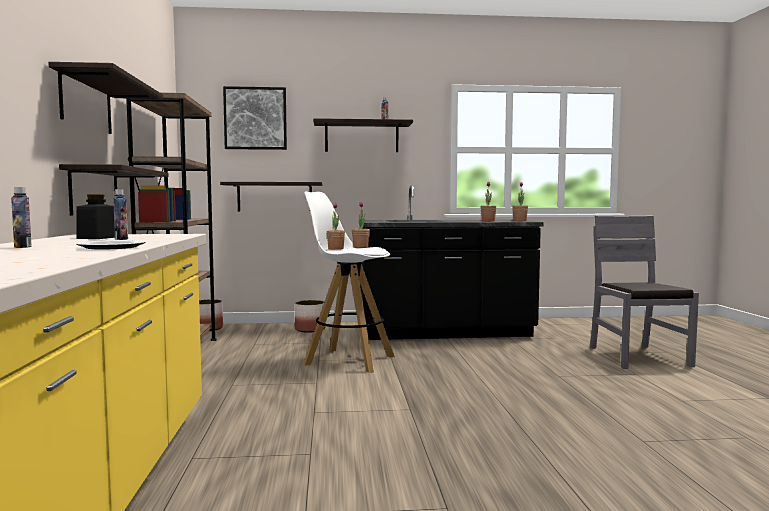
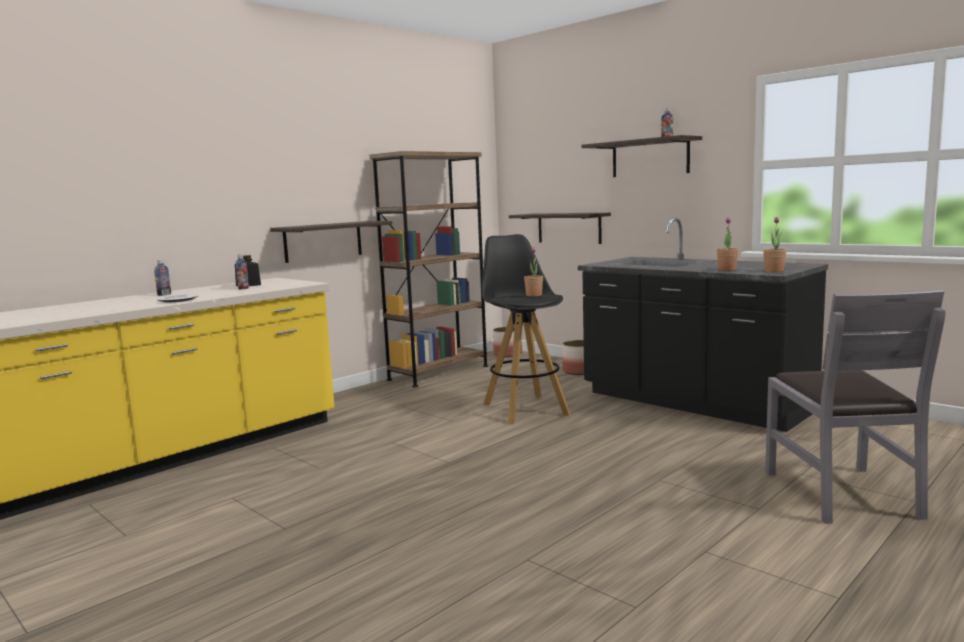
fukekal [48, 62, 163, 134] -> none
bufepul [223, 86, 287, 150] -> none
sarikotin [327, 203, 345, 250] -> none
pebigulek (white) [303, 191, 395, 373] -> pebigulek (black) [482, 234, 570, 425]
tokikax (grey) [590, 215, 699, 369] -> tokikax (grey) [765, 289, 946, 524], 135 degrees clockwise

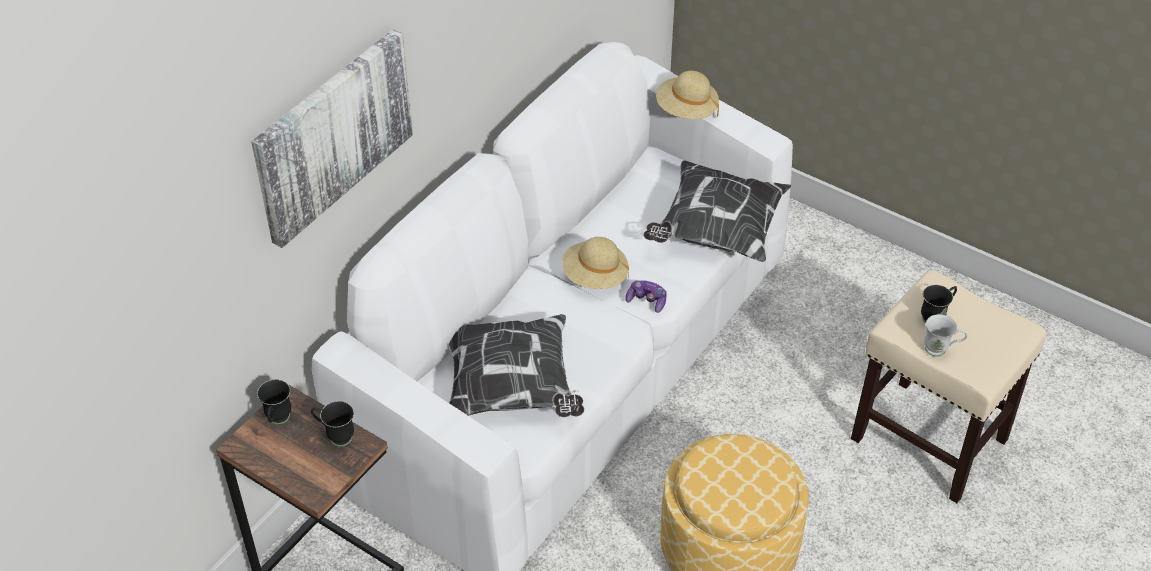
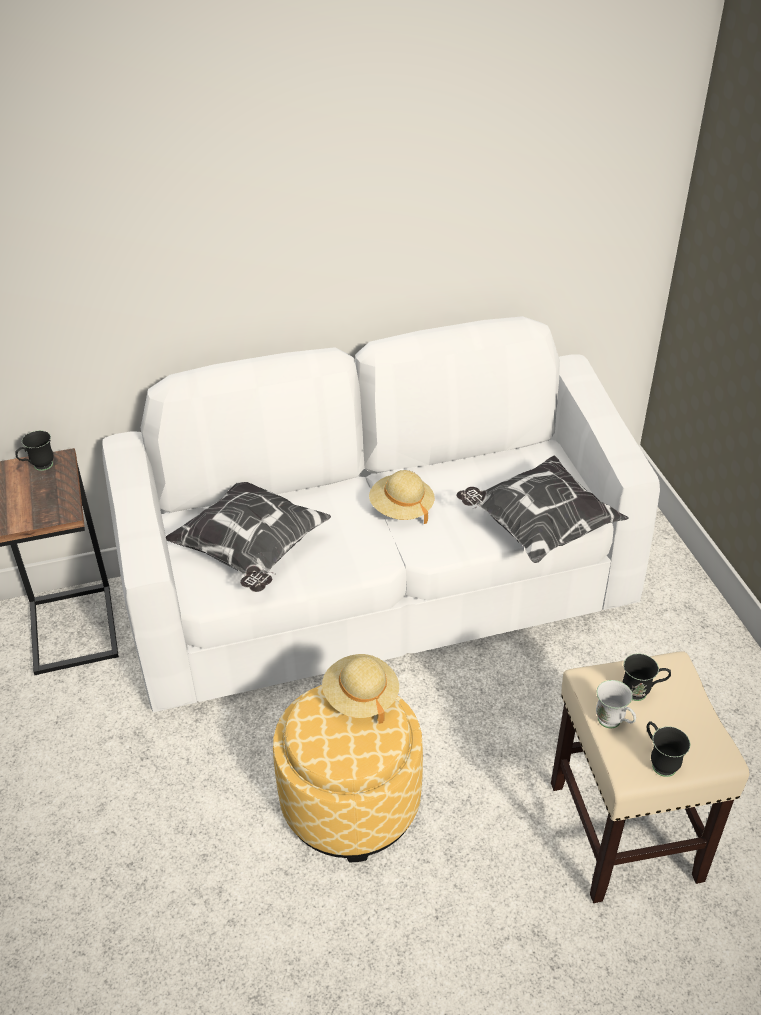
bufepul [251, 29, 413, 248] -> none
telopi [625, 280, 667, 313] -> none
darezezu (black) [311, 401, 354, 446] -> darezezu (black) [647, 721, 690, 777], move
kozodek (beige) [656, 71, 719, 119] -> kozodek (beige) [322, 654, 399, 724], move

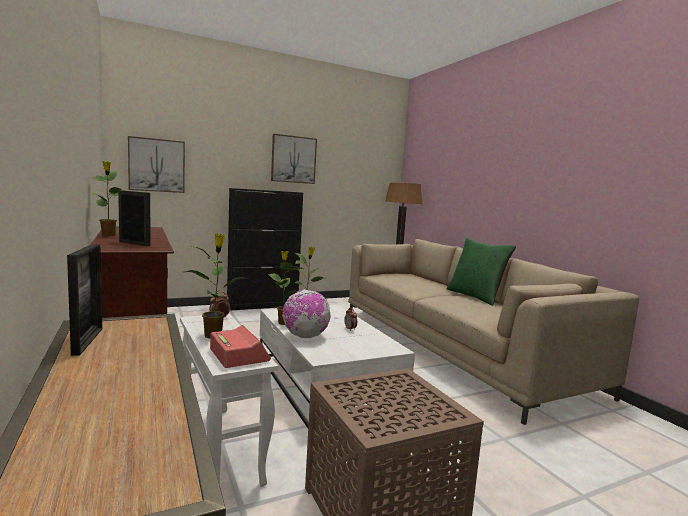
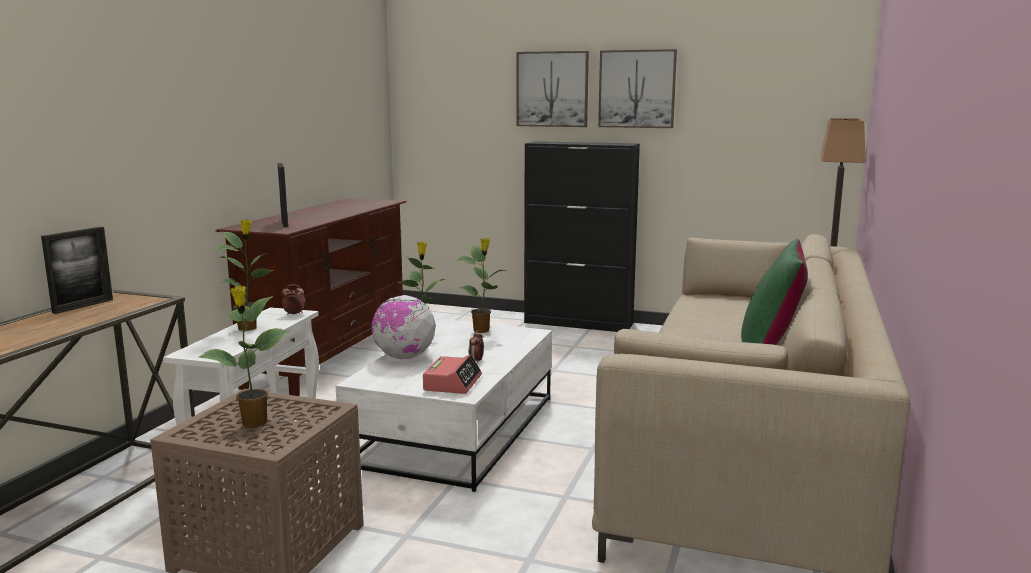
sarikotin [92, 161, 124, 236] -> sarikotin [198, 286, 290, 428], move
bufepul [128, 136, 185, 193] -> bufepul [517, 51, 589, 127], move
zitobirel [210, 325, 271, 368] -> zitobirel [423, 355, 482, 394], move

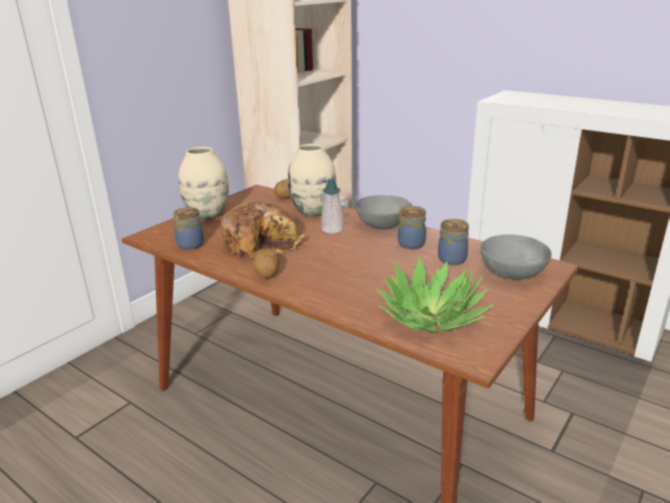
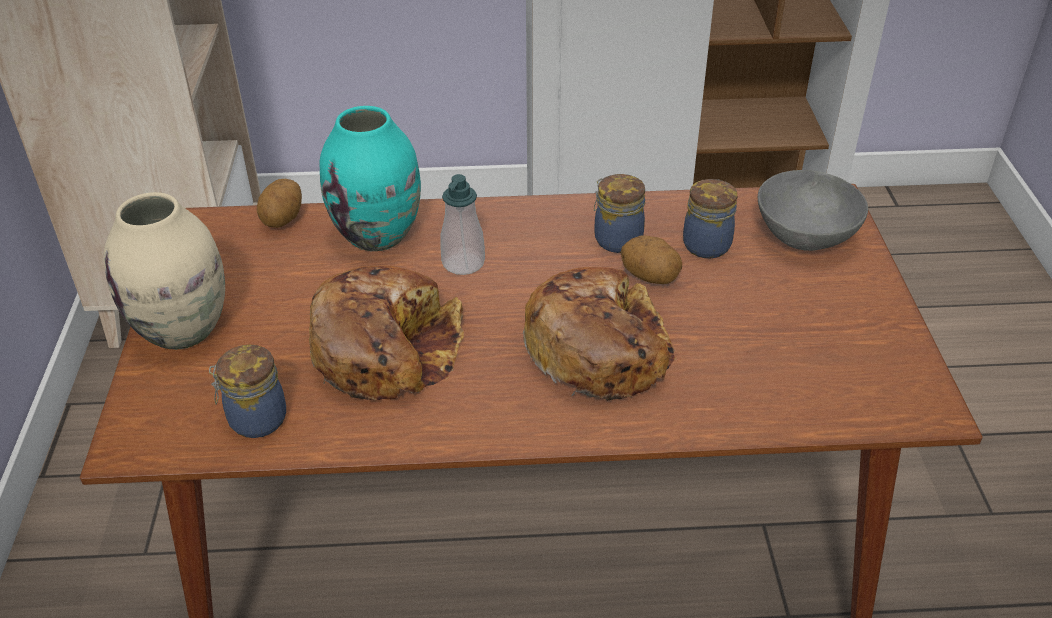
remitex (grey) [355, 195, 412, 230] -> none
sarikotin [377, 256, 494, 333] -> none
none -> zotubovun [523, 267, 676, 401]
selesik [253, 248, 280, 278] -> selesik [620, 235, 682, 284], move
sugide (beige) [288, 144, 336, 217] -> sugide (turquoise) [320, 106, 421, 251]

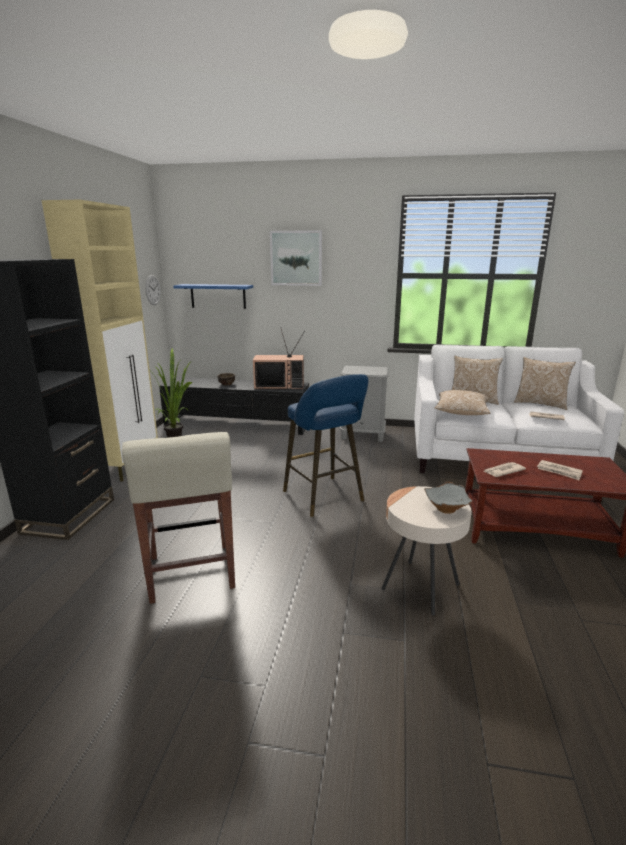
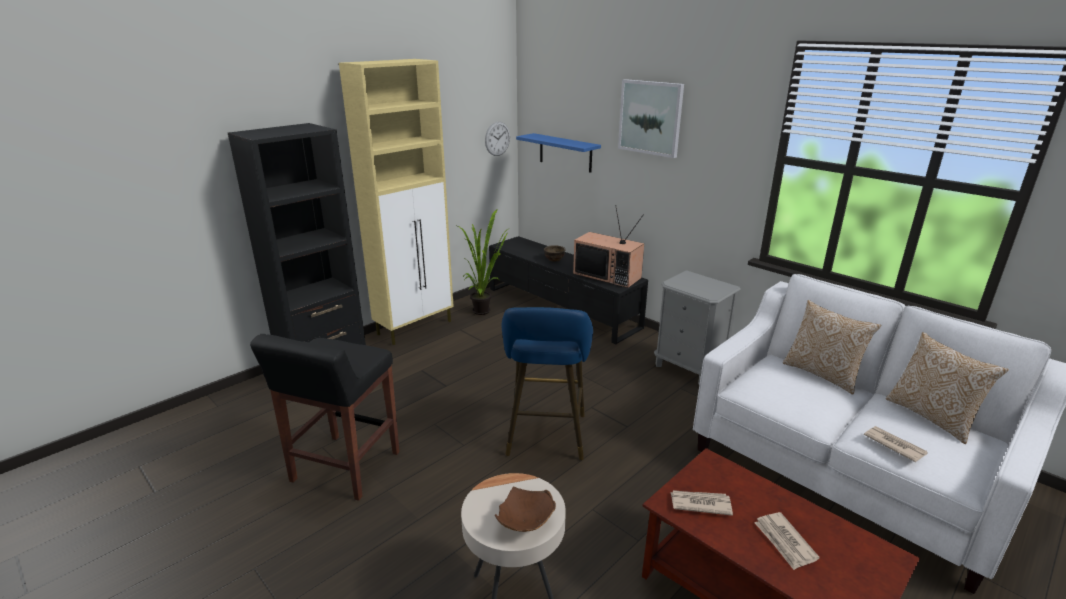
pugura [435, 390, 491, 415] -> none
pebigulek (beige) [122, 432, 235, 604] -> pebigulek (black) [250, 334, 400, 501]
remitex (grey) [424, 482, 473, 514] -> remitex (brown) [495, 487, 556, 532]

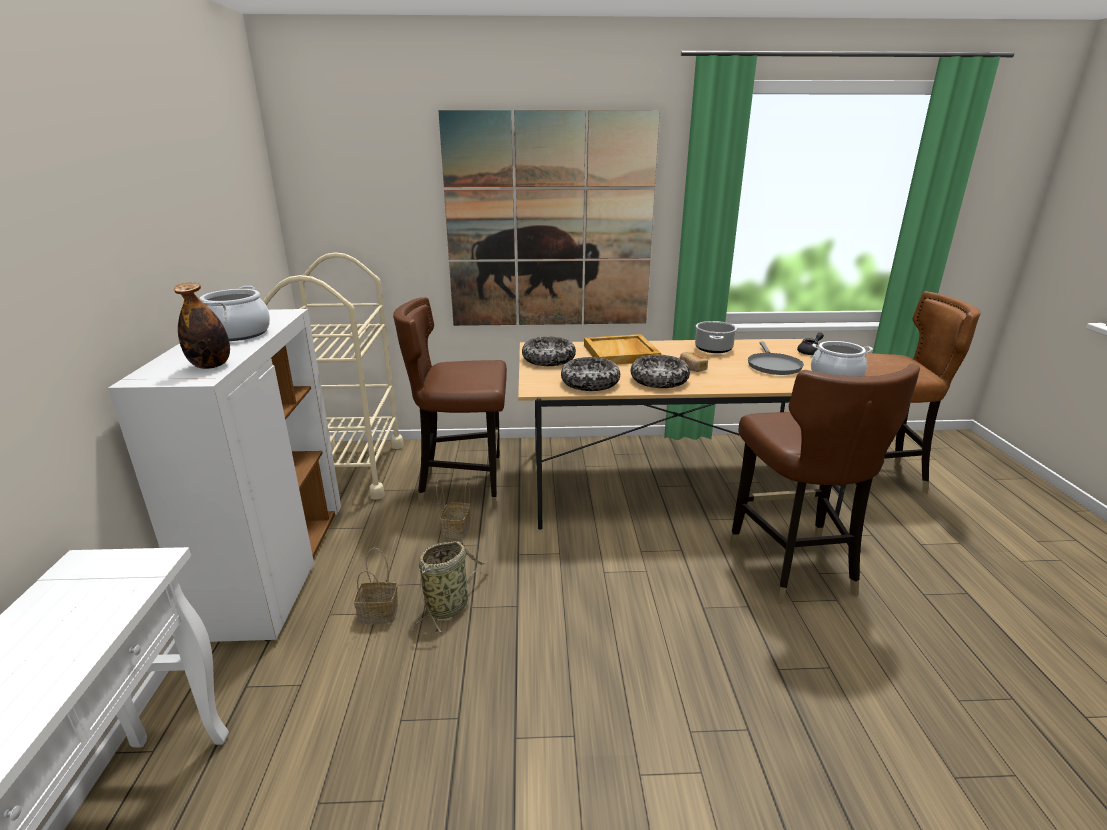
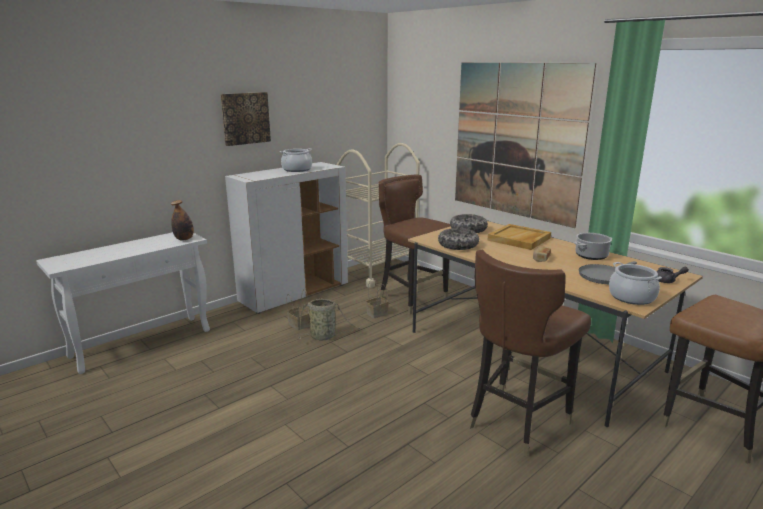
remitex [631, 355, 690, 388] -> none
none -> bufepul [220, 92, 271, 146]
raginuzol [174, 283, 230, 369] -> raginuzol [171, 200, 194, 241], move

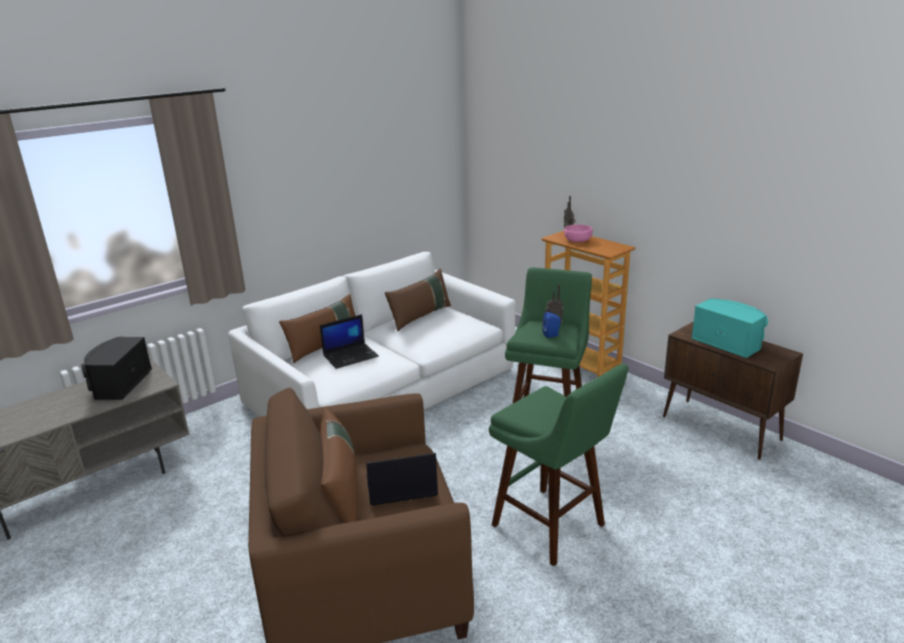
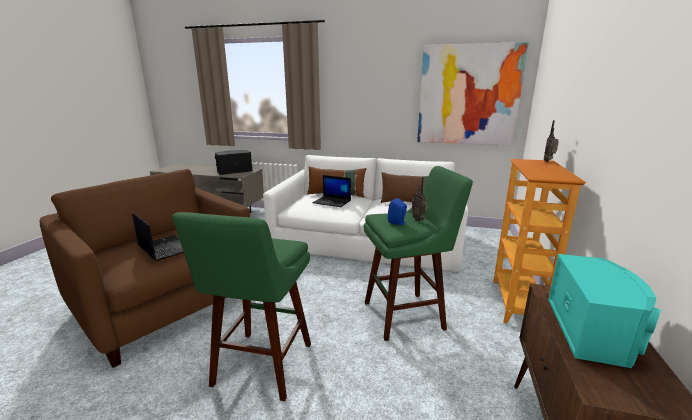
pugura (brown) [320, 408, 358, 523] -> none
remitex (pink) [564, 225, 593, 242] -> none
none -> bufepul [417, 42, 529, 145]

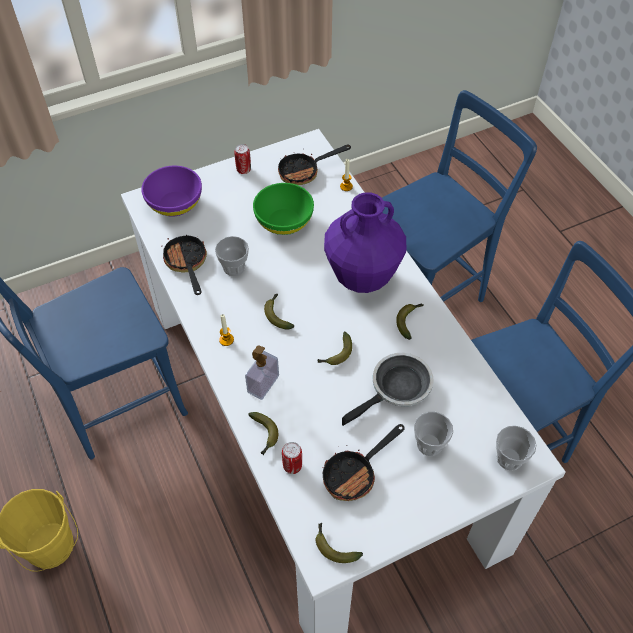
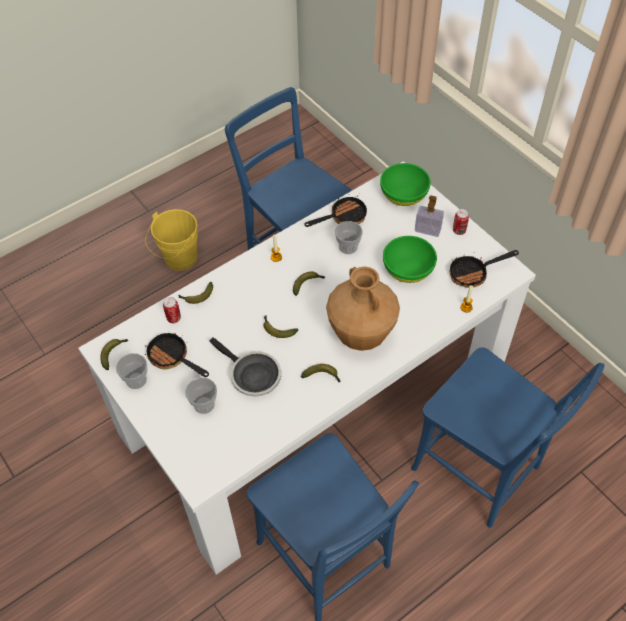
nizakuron [245, 346, 279, 400] -> nizakuron [415, 195, 444, 237], move
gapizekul [496, 426, 537, 470] -> gapizekul [116, 353, 147, 389], move
remitex (purple) [141, 166, 202, 217] -> remitex (green) [380, 163, 431, 206]
sugide (purple) [324, 192, 406, 293] -> sugide (brown) [326, 266, 400, 351]
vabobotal [278, 145, 351, 185] -> vabobotal [449, 250, 519, 288], 75 degrees counterclockwise

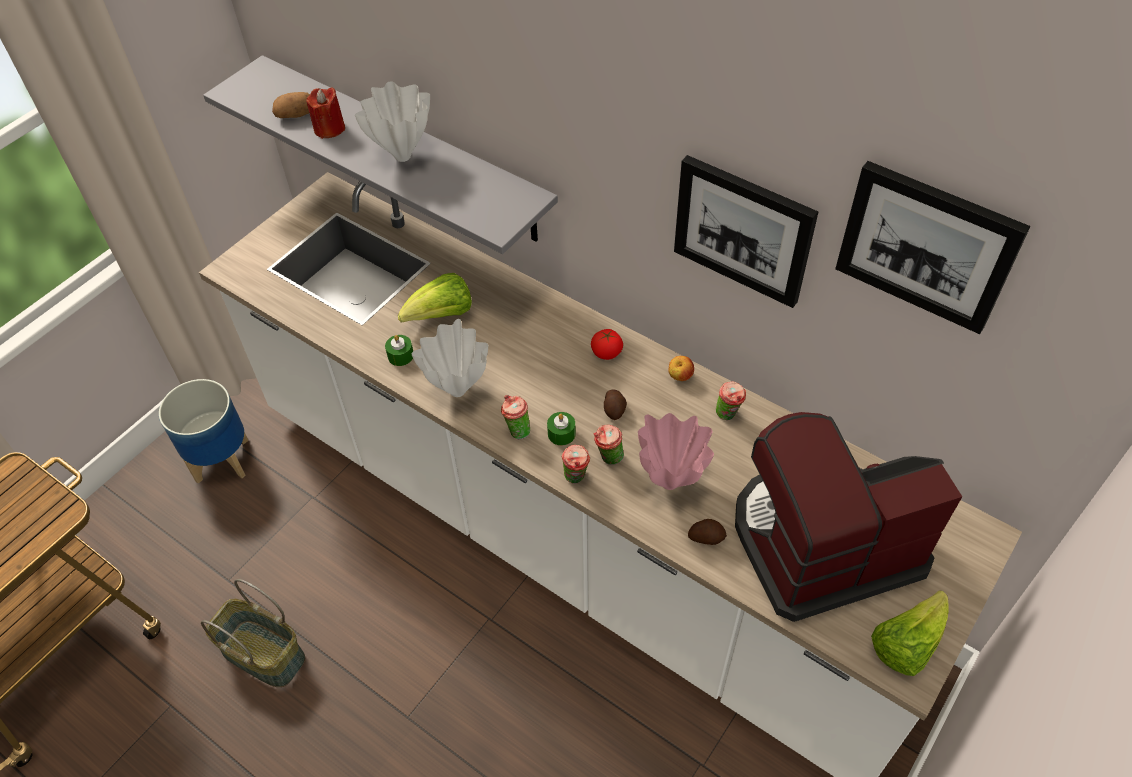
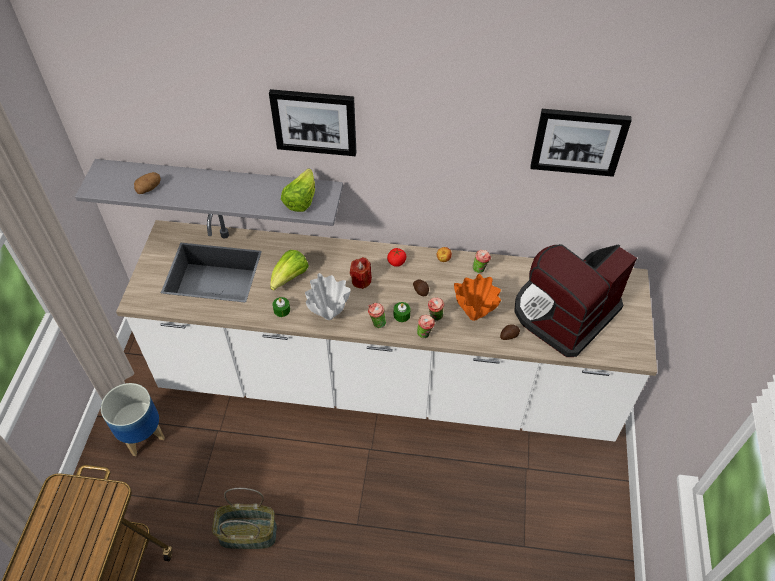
sugide (white) [355, 81, 430, 162] -> none
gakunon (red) [306, 87, 345, 139] -> gakunon (red) [350, 257, 372, 289], move
bufepul [674, 155, 818, 308] -> bufepul [269, 89, 357, 156], move
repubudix [871, 591, 949, 676] -> repubudix [281, 168, 315, 212], move
sugide (pink) [638, 413, 714, 490] -> sugide (orange) [454, 274, 501, 321]

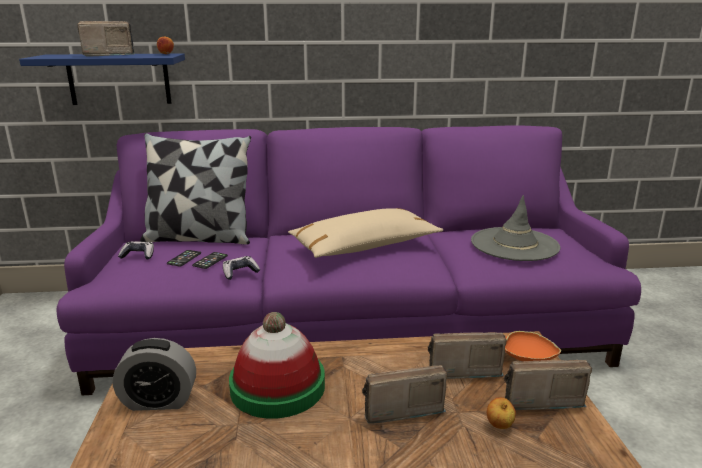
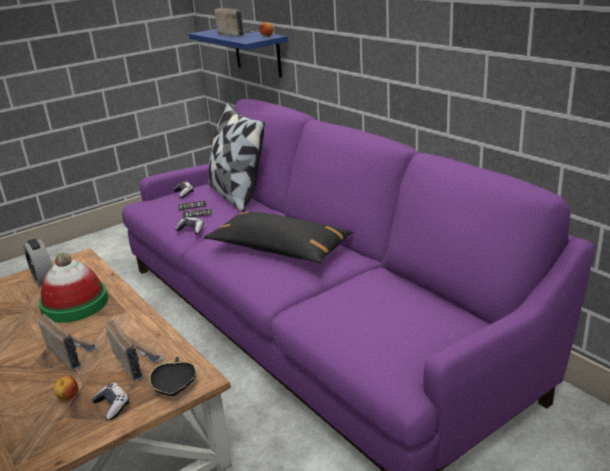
kozodek (grey) [471, 195, 560, 261] -> none
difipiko [504, 360, 592, 410] -> telopi [92, 383, 130, 420]
pugura (beige) [288, 208, 443, 258] -> pugura (black) [204, 212, 354, 264]
remitex (orange) [505, 331, 561, 361] -> remitex (black) [149, 357, 197, 396]

